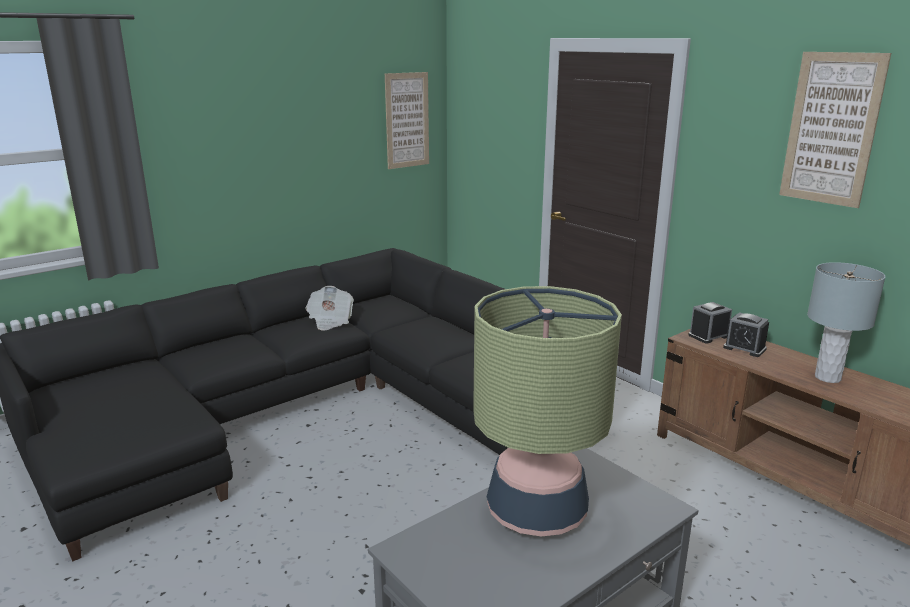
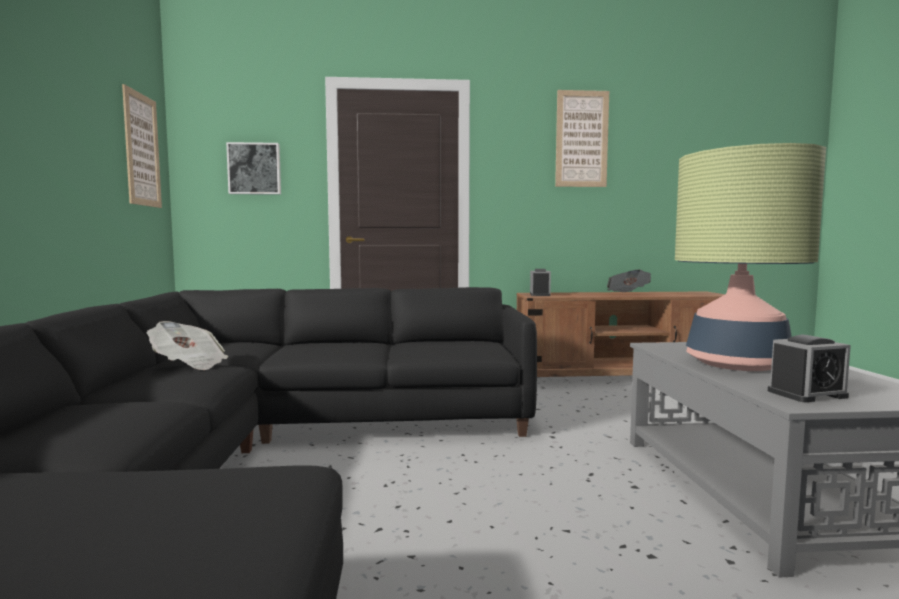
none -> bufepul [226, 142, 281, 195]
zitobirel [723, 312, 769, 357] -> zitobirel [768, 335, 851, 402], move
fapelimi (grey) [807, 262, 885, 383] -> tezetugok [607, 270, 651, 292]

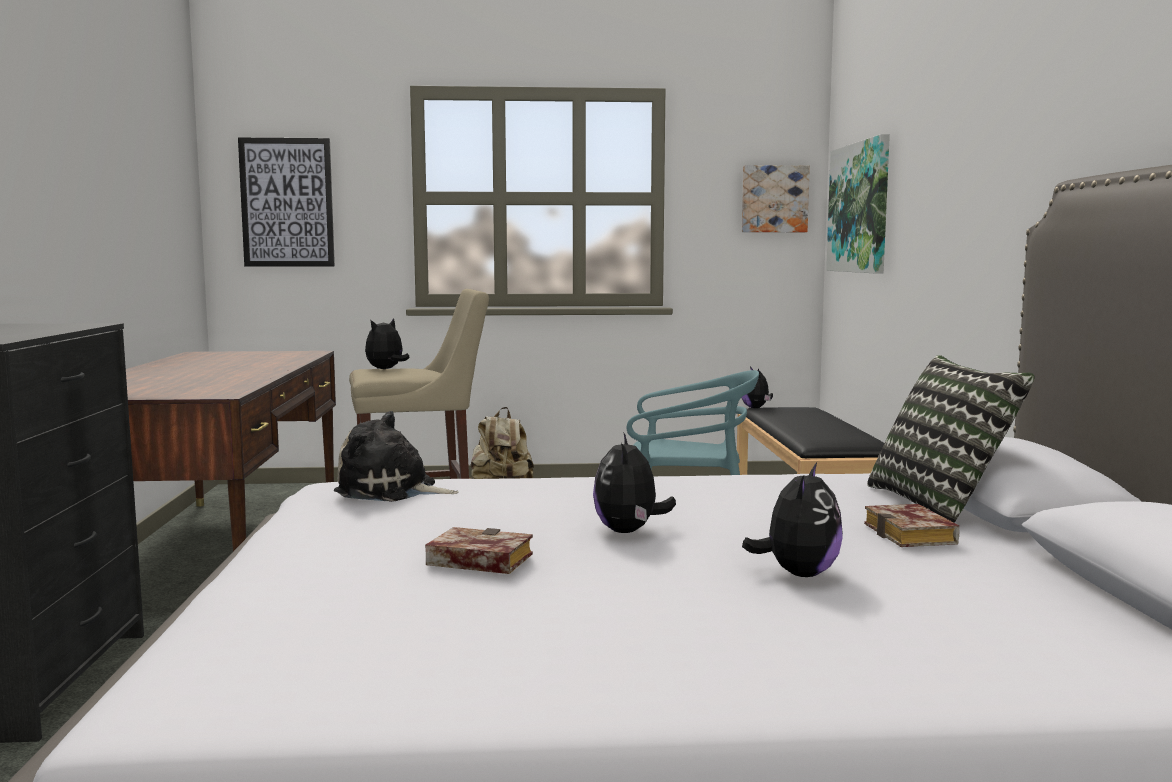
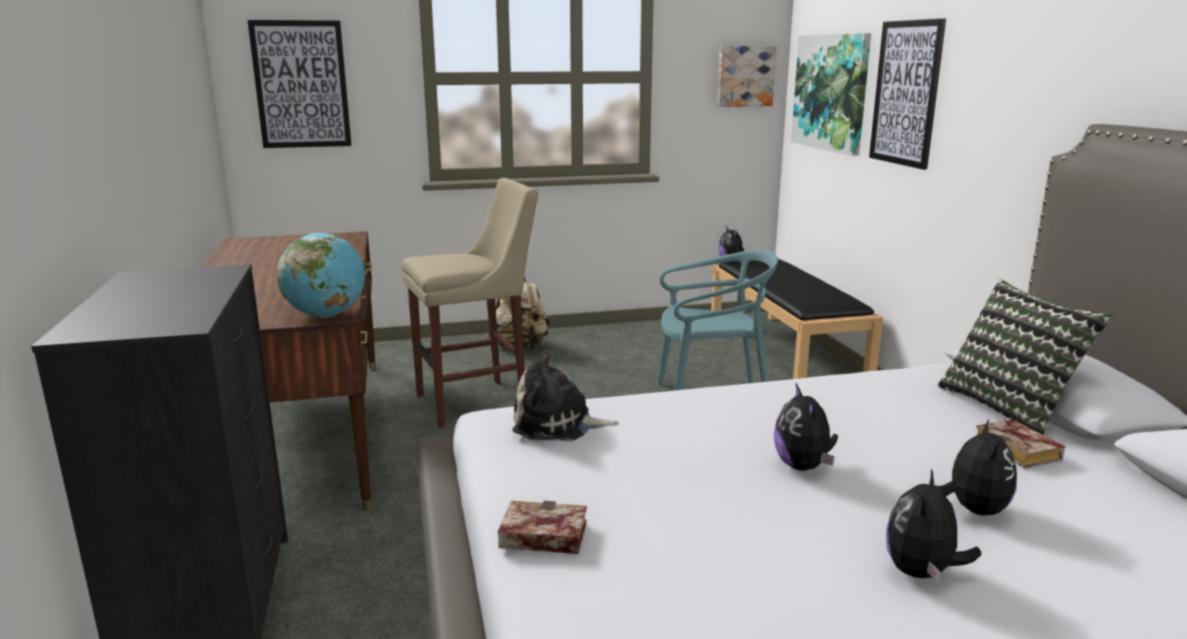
none -> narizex [277, 233, 365, 317]
none -> bufepul [869, 18, 946, 170]
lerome [365, 318, 410, 369] -> lerome [886, 469, 981, 582], move
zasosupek [425, 527, 533, 574] -> zasosupek [498, 501, 587, 554], move

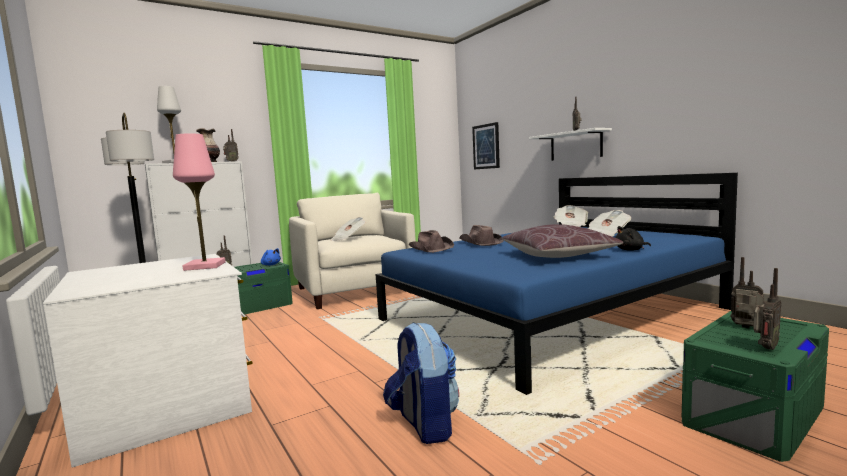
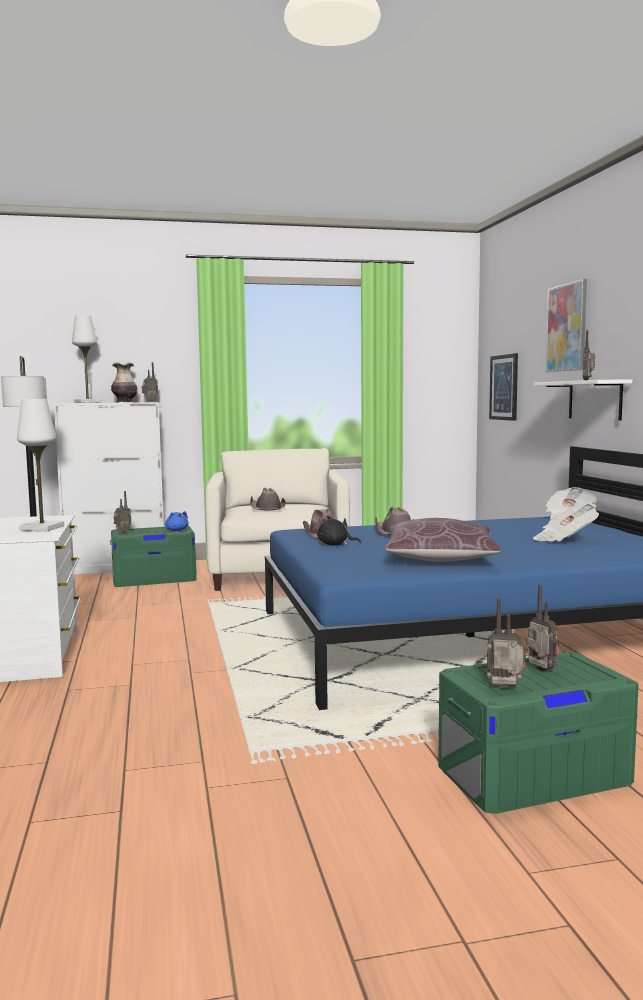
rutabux [383, 322, 459, 444] -> none
none -> bufepul [546, 279, 587, 372]
lerome (black) [615, 226, 651, 251] -> lerome (black) [317, 515, 361, 545], move
tezetugok [330, 217, 365, 241] -> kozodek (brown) [250, 488, 286, 510]
fapelimi (pink) [173, 133, 226, 271] -> fapelimi (white) [17, 399, 64, 531]
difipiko [753, 268, 781, 350] -> difipiko [487, 597, 526, 689], 150 degrees counterclockwise

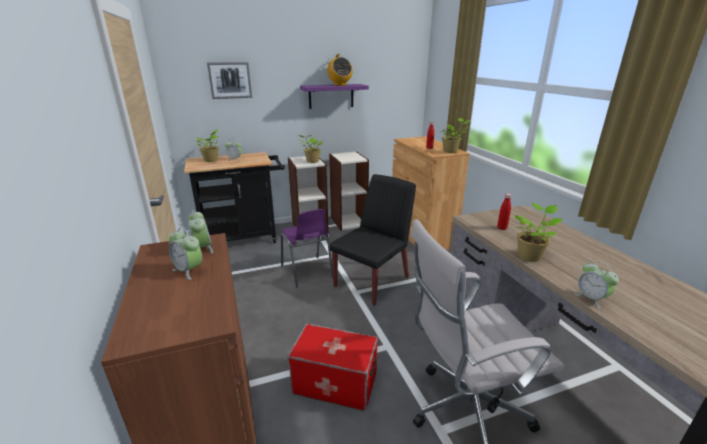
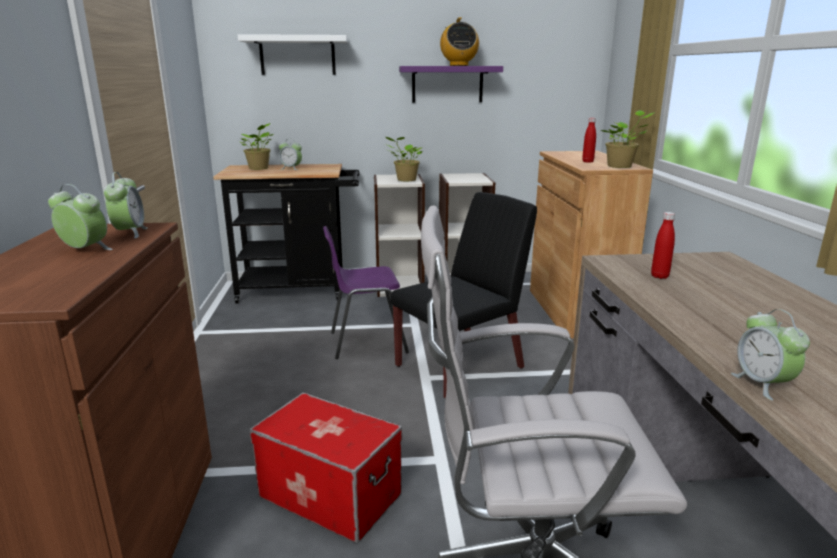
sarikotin [515, 203, 563, 262] -> none
bufepul [207, 62, 252, 99] -> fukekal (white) [238, 34, 348, 75]
zitobirel [169, 228, 202, 280] -> zitobirel [48, 184, 113, 250], 150 degrees clockwise
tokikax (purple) [281, 209, 333, 288] -> tokikax (purple) [323, 226, 409, 359], 90 degrees clockwise

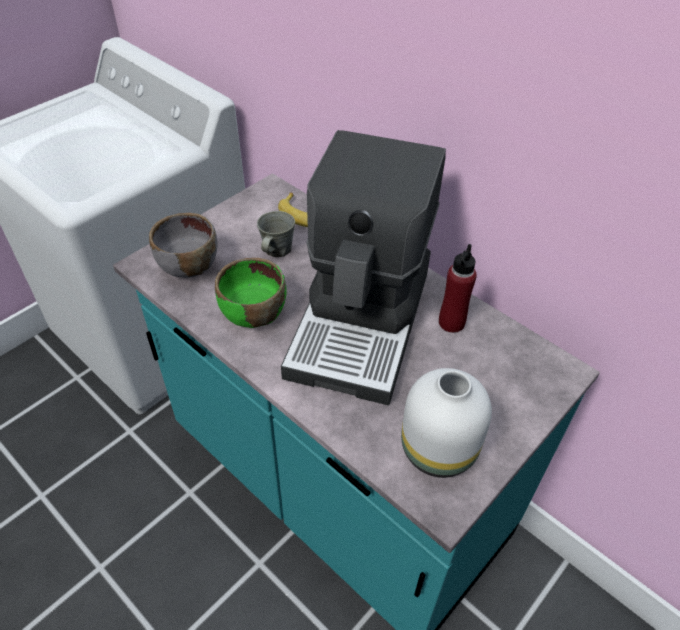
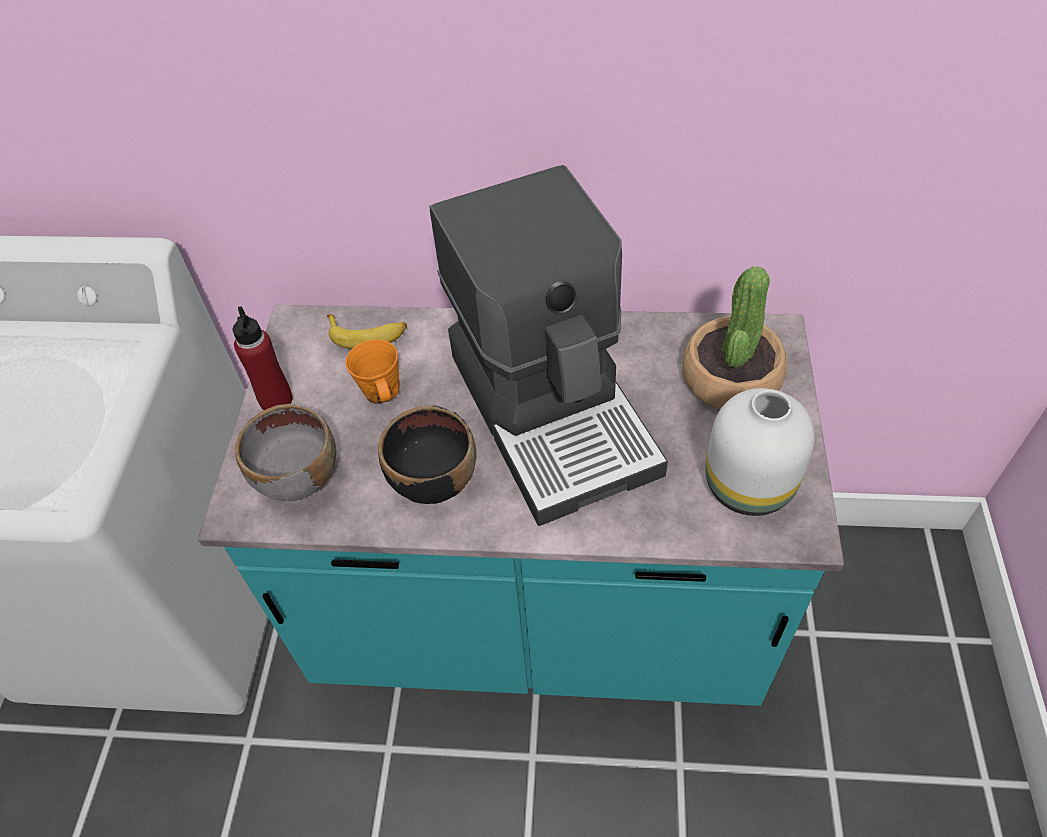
none -> sarikotin [682, 266, 787, 410]
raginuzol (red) [439, 244, 477, 333] -> raginuzol (red) [233, 306, 292, 410], move
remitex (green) [215, 258, 286, 328] -> remitex (black) [378, 406, 477, 504]
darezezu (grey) [257, 211, 295, 257] -> darezezu (orange) [345, 340, 400, 404]

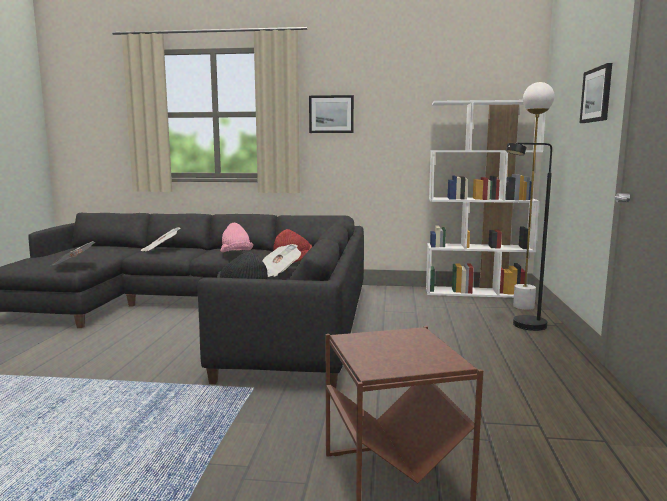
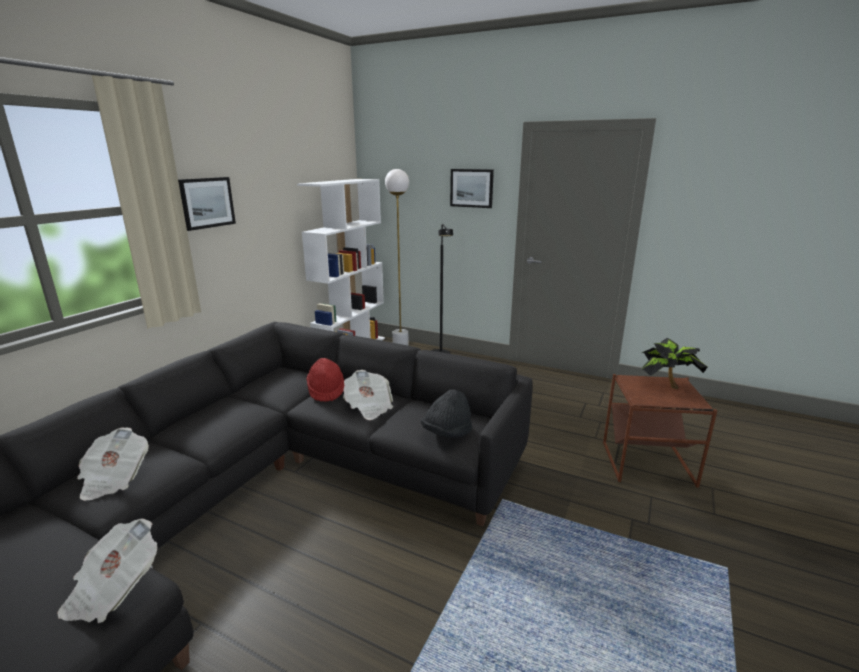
kozodek (pink) [220, 223, 253, 252] -> none
none -> sarikotin [642, 338, 707, 389]

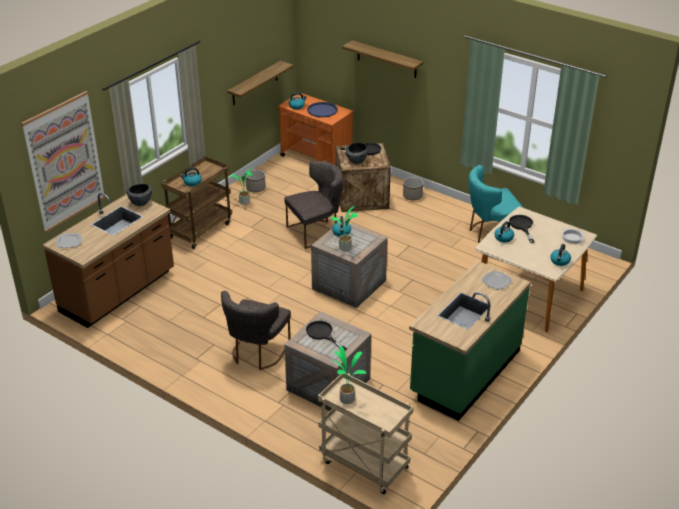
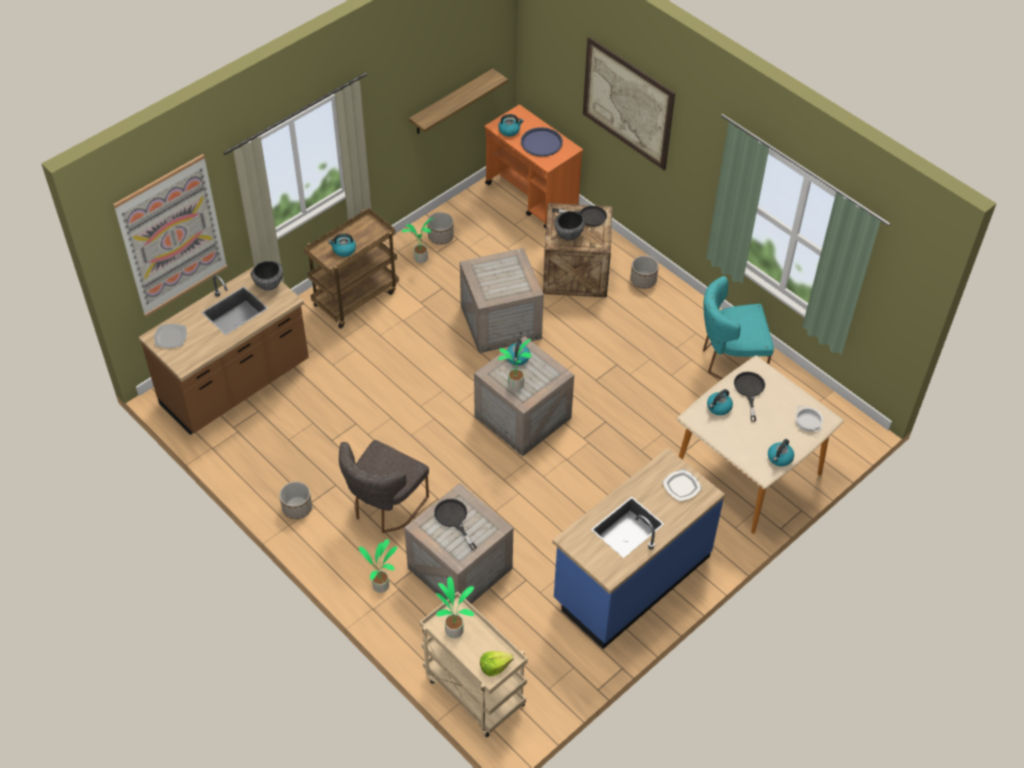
none -> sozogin [279, 481, 312, 519]
none -> sarikotin [359, 539, 397, 593]
none -> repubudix [480, 651, 513, 676]
tokikax (grey) [284, 161, 343, 249] -> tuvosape [460, 248, 544, 353]
fukekal [342, 40, 423, 78] -> bufepul [583, 37, 675, 170]
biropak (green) [409, 261, 531, 421] -> biropak (blue) [552, 448, 725, 649]

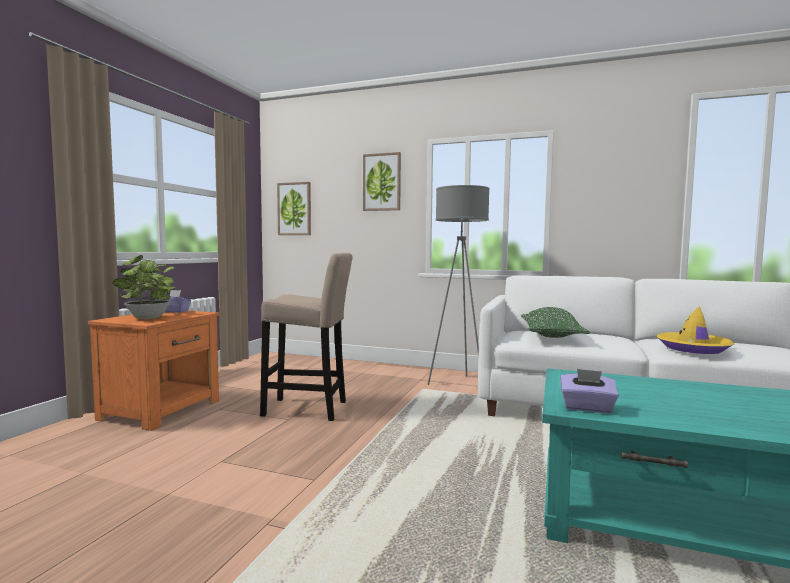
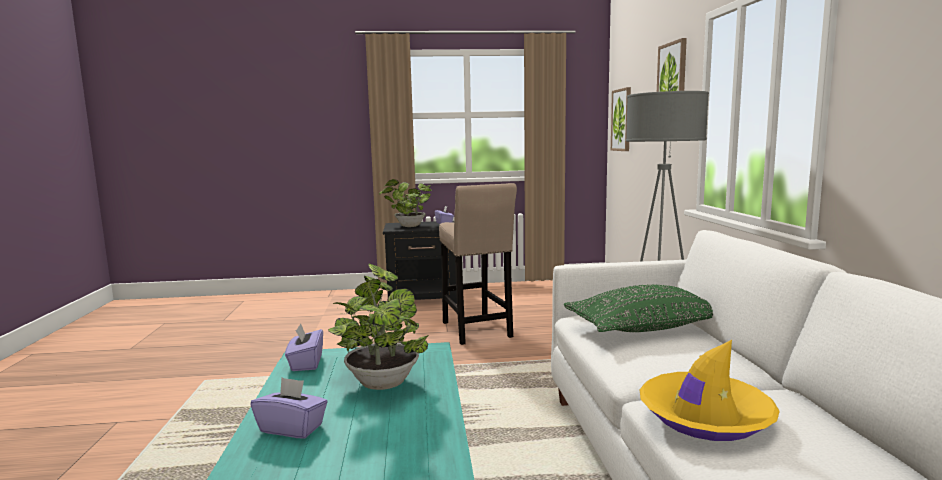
none -> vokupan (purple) [250, 377, 328, 439]
none -> sarikotin [328, 263, 429, 390]
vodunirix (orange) [88, 311, 220, 431] -> vodunirix (black) [383, 221, 457, 304]

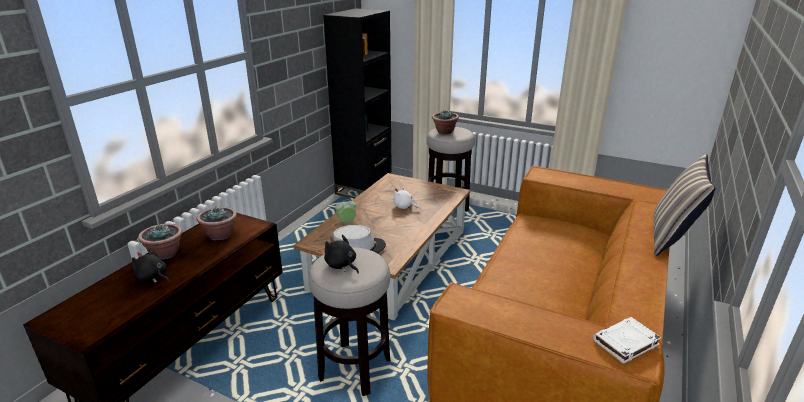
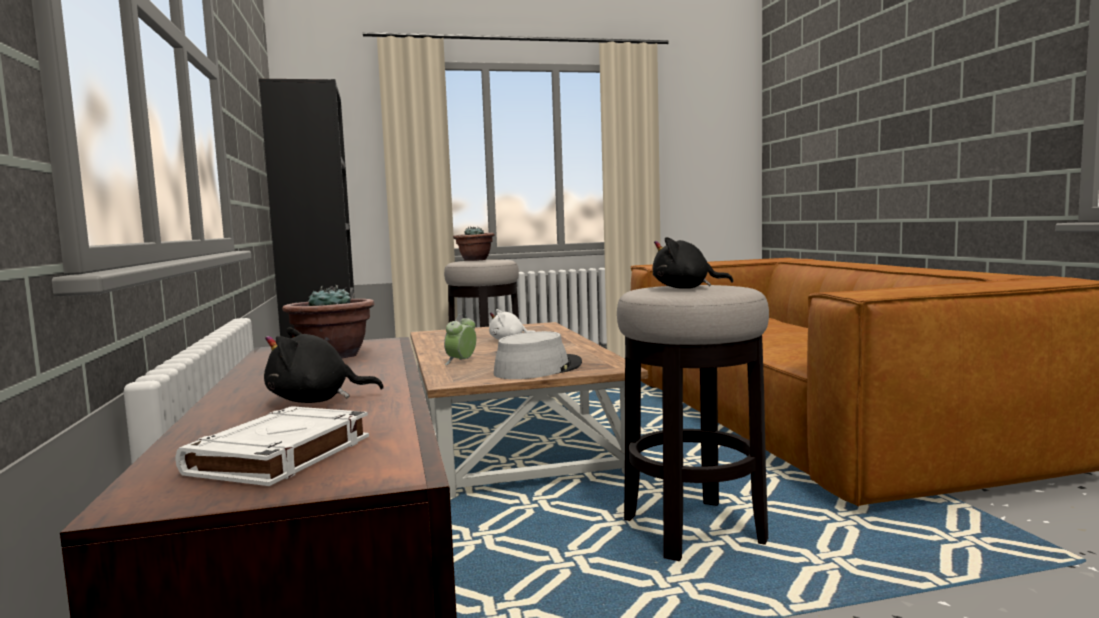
sarikotin [138, 224, 182, 260] -> none
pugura [654, 154, 716, 256] -> none
zasosupek (white) [593, 317, 661, 364] -> zasosupek (white) [175, 406, 369, 486], move

